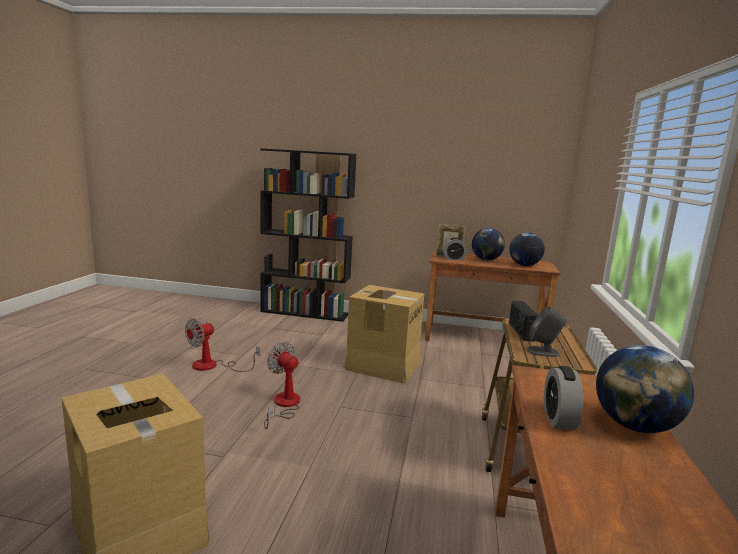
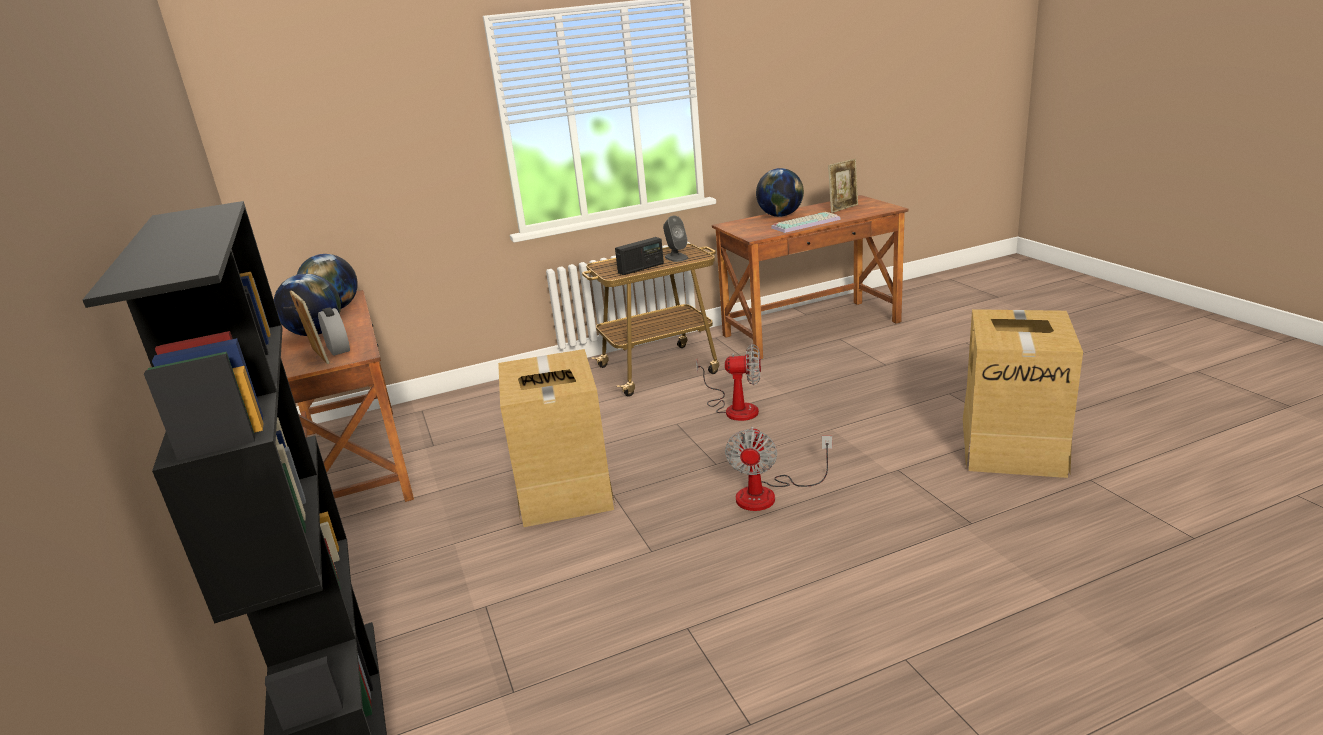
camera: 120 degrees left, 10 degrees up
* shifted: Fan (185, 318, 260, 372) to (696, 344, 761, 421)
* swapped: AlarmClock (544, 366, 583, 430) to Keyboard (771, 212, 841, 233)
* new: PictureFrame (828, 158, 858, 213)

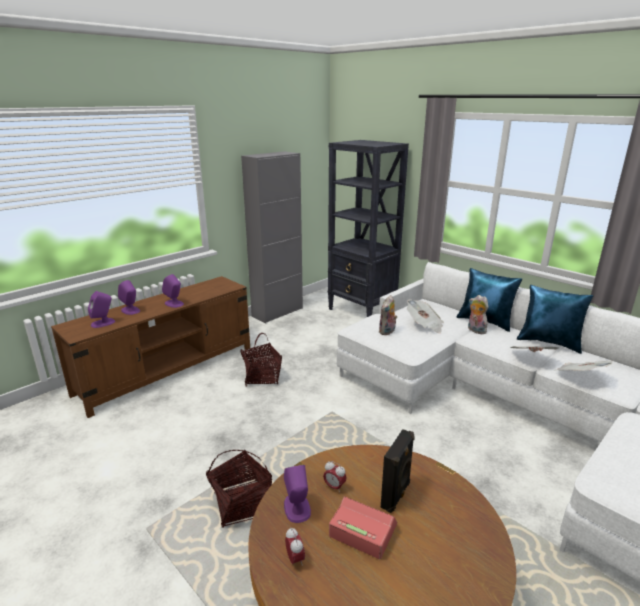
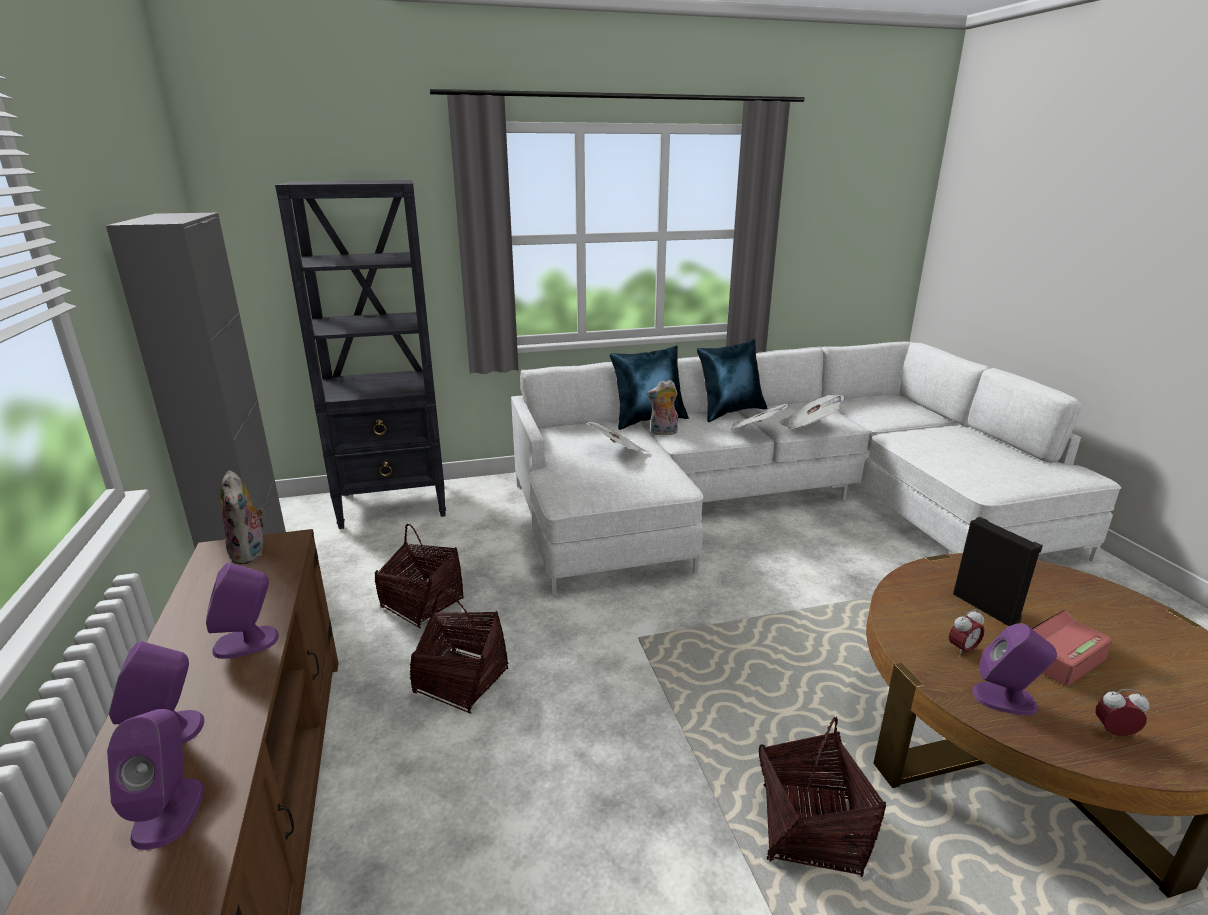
camera: 60 degrees left, 0 degrees up
* shifted: PlushToy (379, 295, 397, 335) to (220, 470, 267, 564)
* new: Basket (375, 524, 464, 628)

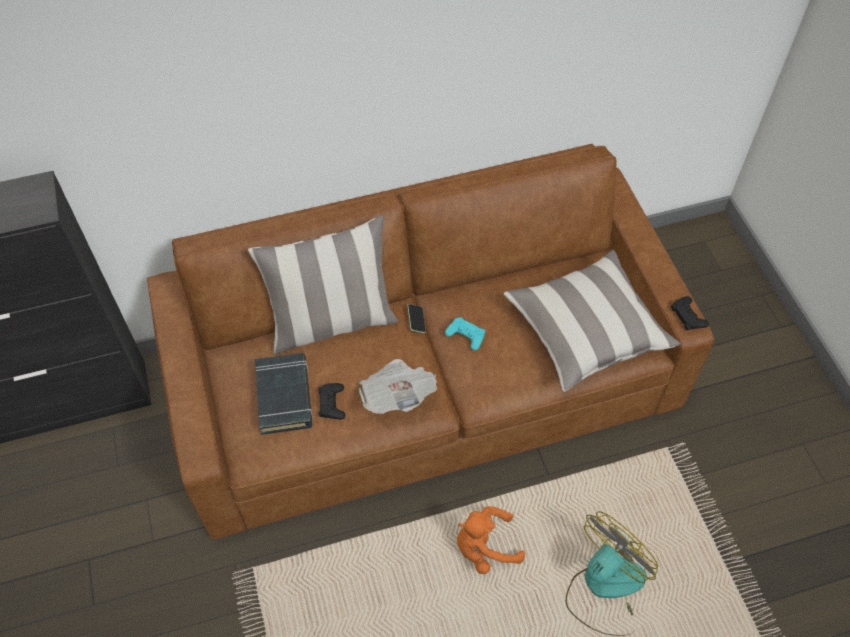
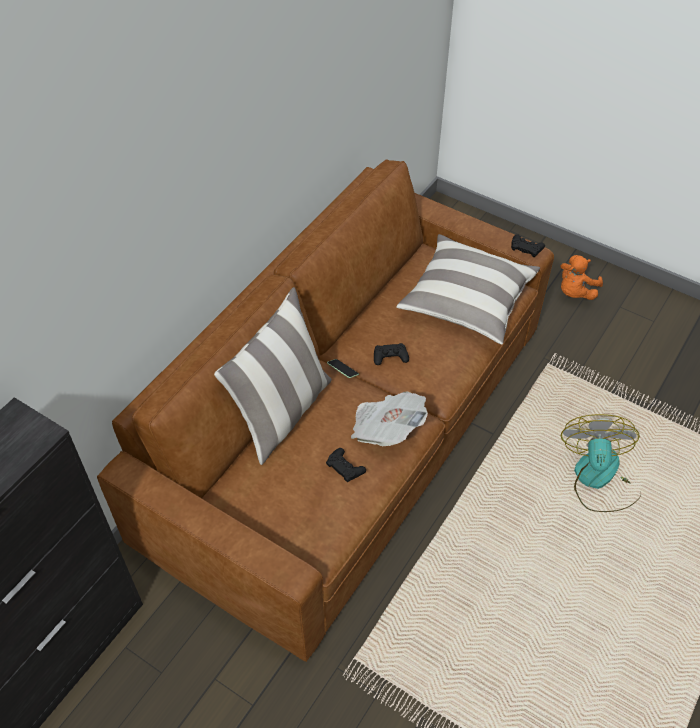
camera: 40 degrees left, 5 degrees down
* gone: BlackBook (255, 353, 313, 435)
* repainted: TurquoiseGameController (445, 317, 485, 350) to BlackGameController (374, 343, 409, 365)
* shifted: OrangePlushToy (457, 506, 525, 574) to (560, 255, 603, 300)

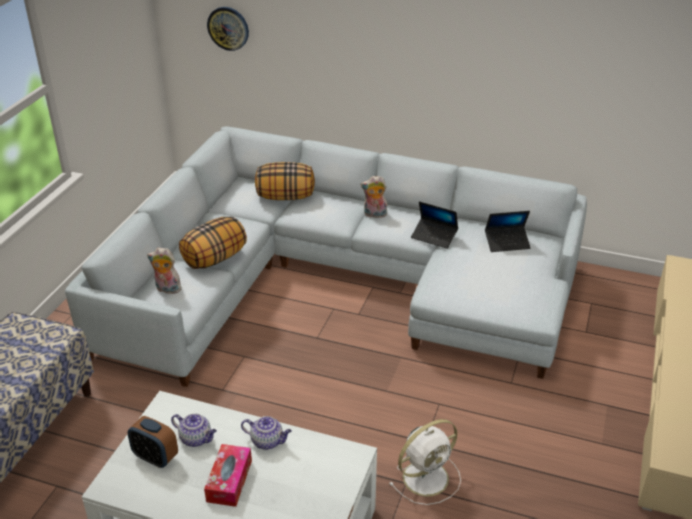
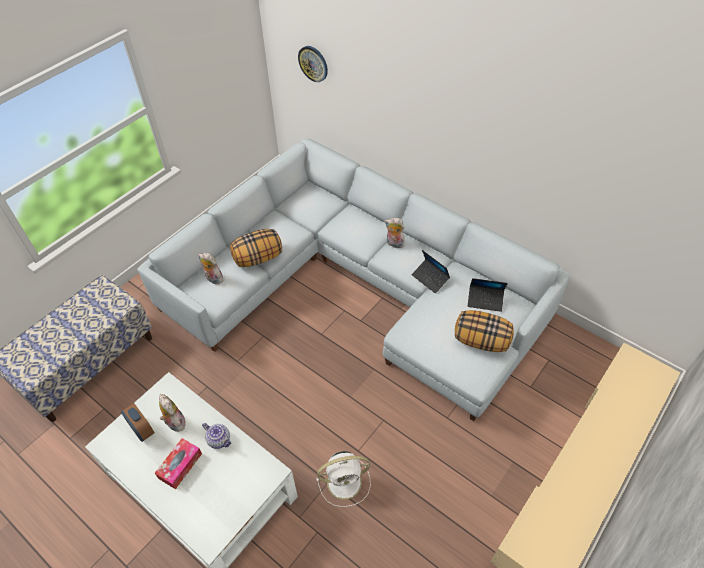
camera: 20 degrees right, 15 degrees up
* swapped: Teapot (171, 413, 217, 447) to PlushToy (159, 394, 186, 432)
* shifted: Pillow (255, 162, 315, 200) to (455, 310, 513, 352)

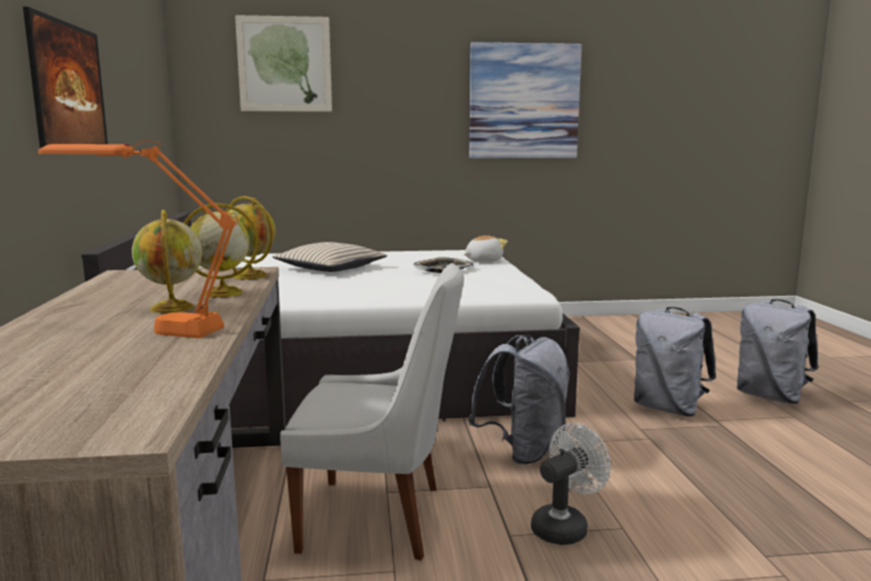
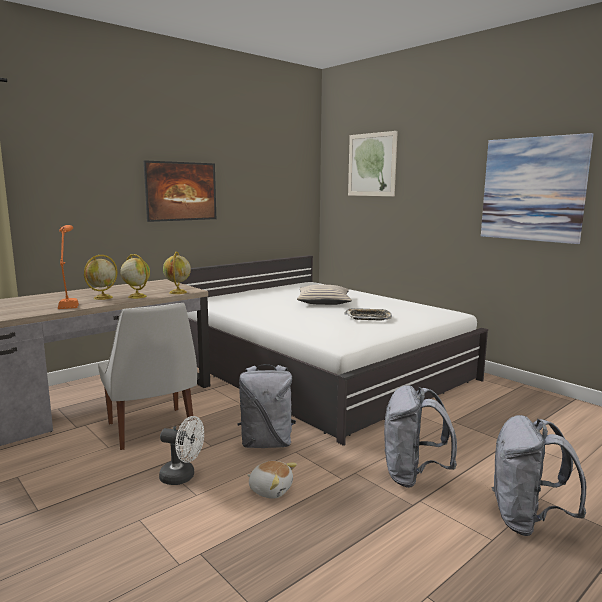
camera: 55 degrees right, 0 degrees up
* shifted: PlushToy (464, 235, 508, 262) to (248, 461, 297, 499)

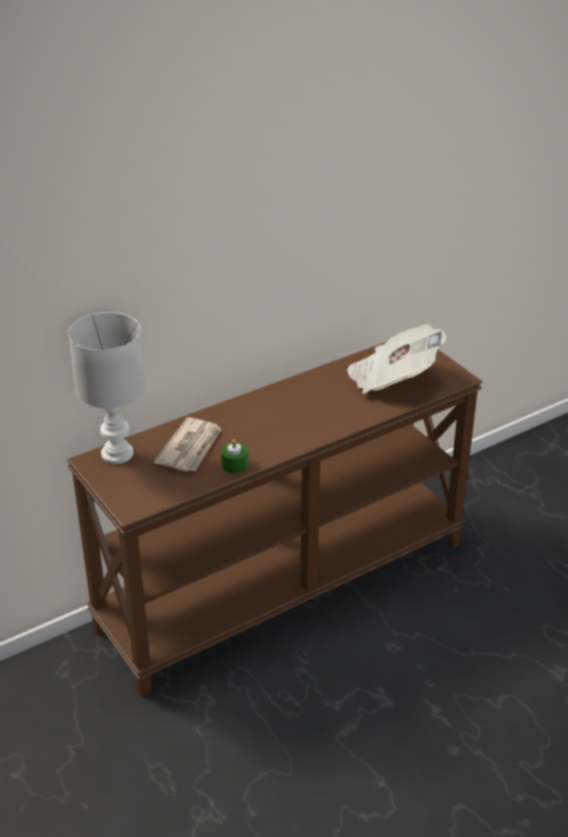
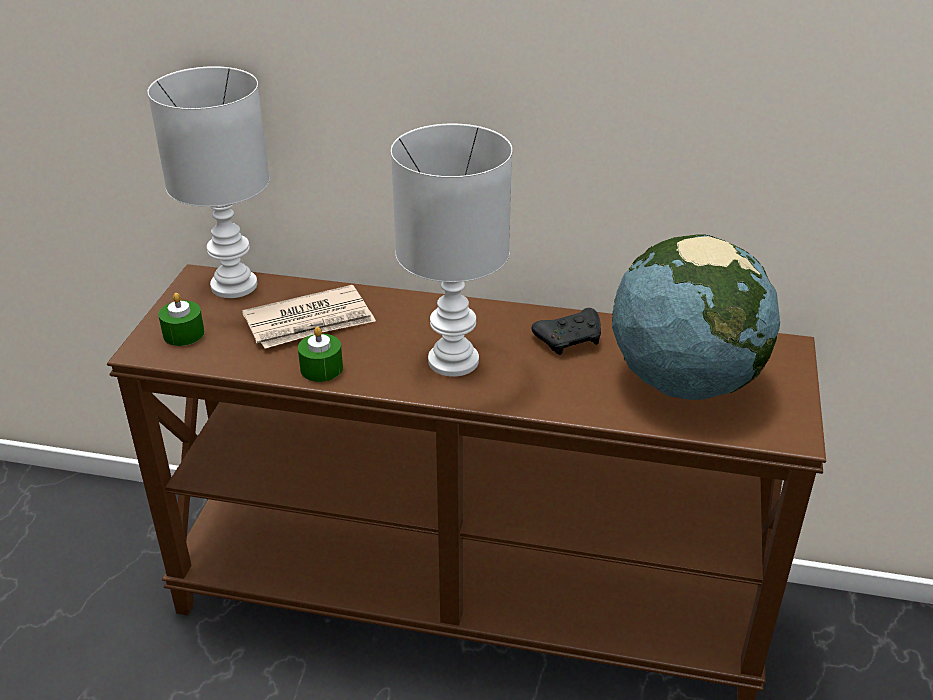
camera: 45 degrees right, 0 degrees up
* swapped: Newspaper (347, 324, 446, 394) to Globe (612, 234, 780, 400)
* new: GreenCandle (158, 293, 204, 346)
* new: WhiteTableLamp (391, 124, 512, 377)
* new: BlackGameController (532, 308, 601, 355)

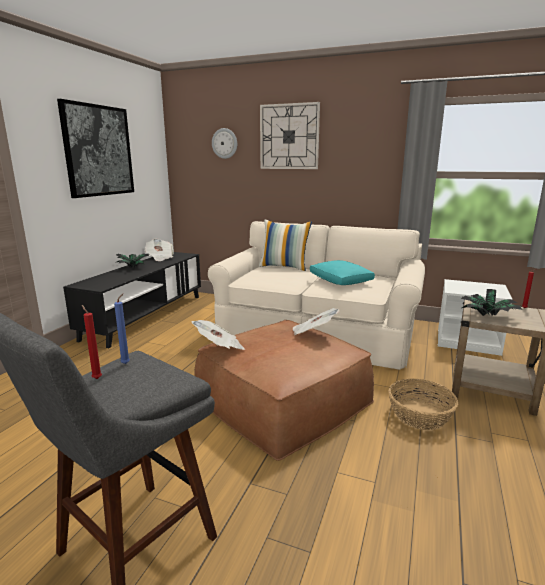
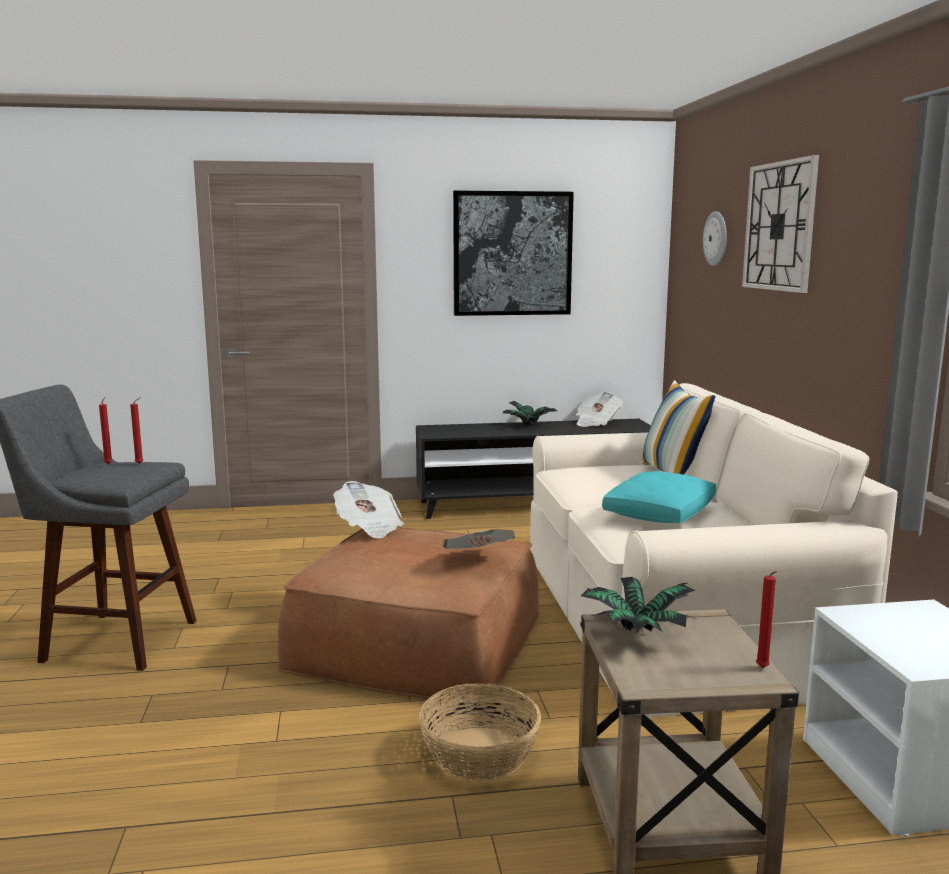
camera: 60 degrees right, 5 degrees down
* repainted: BlueCandle (114, 294, 130, 364) to RedCandle (130, 397, 143, 464)

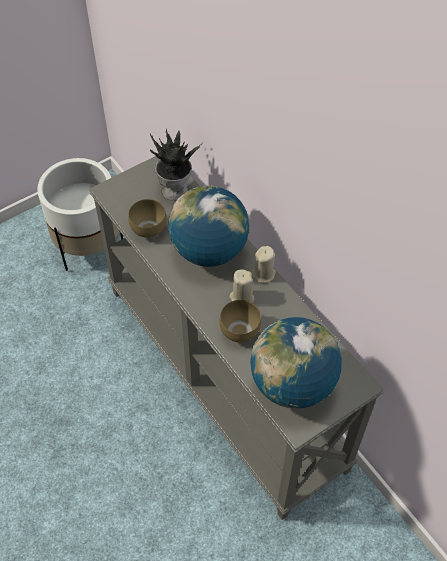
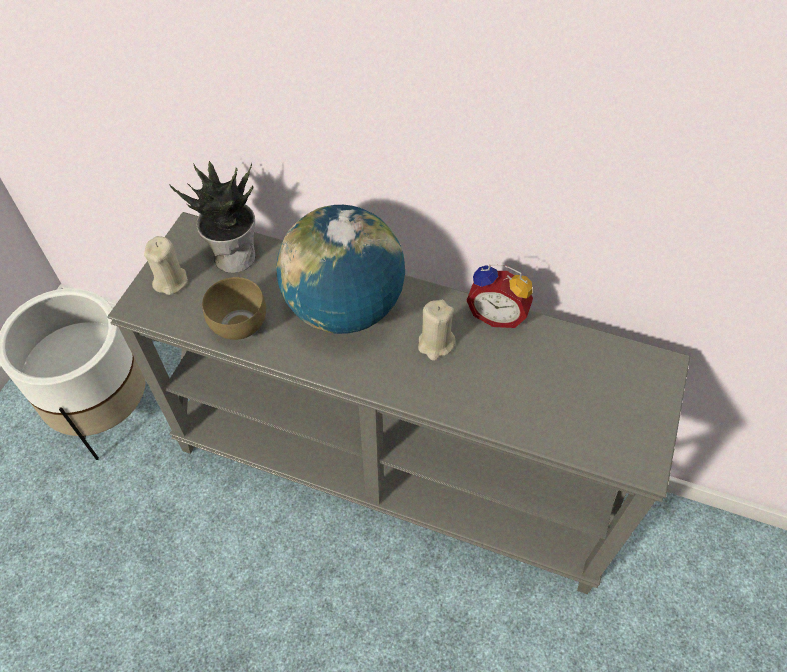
camera: 35 degrees left, 0 degrees up
* gone: BrownBowl (219, 300, 261, 343)
* gone: Globe (250, 317, 342, 409)
* shifted: BeigeCandle (251, 246, 276, 283) to (144, 236, 188, 295)
* new: AlarmClock (466, 264, 533, 328)

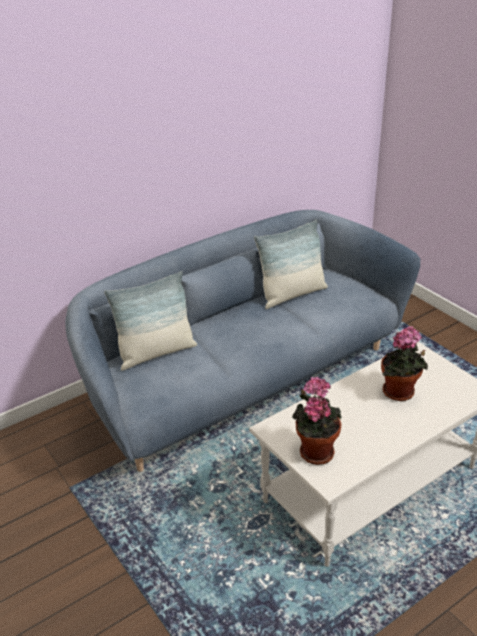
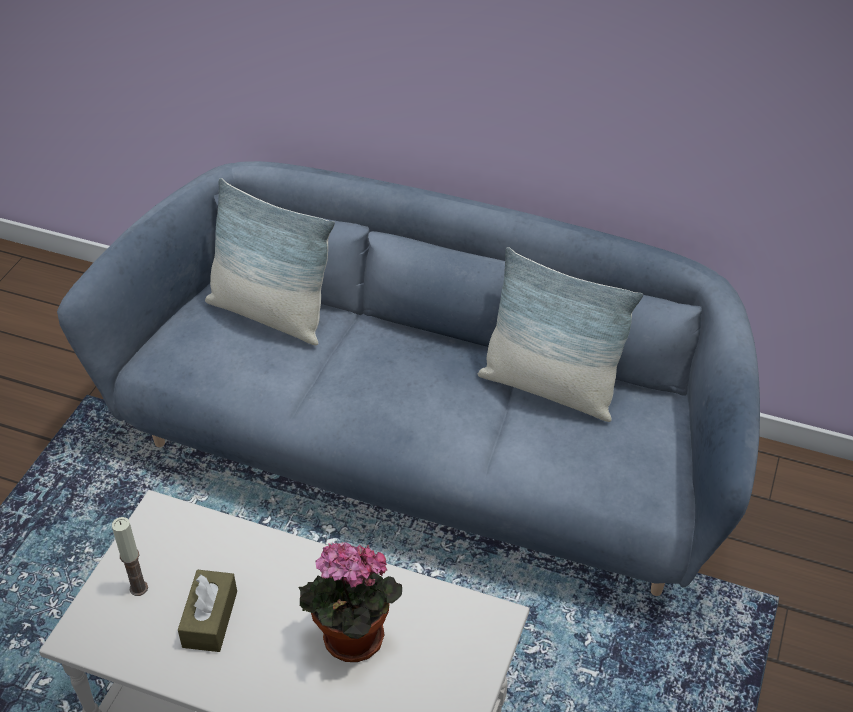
camera: 55 degrees right, 10 degrees up
* swapped: PottedPlant (292, 377, 342, 465) to Candle (112, 517, 148, 596)
* new: BrownTissueBox (178, 570, 237, 652)

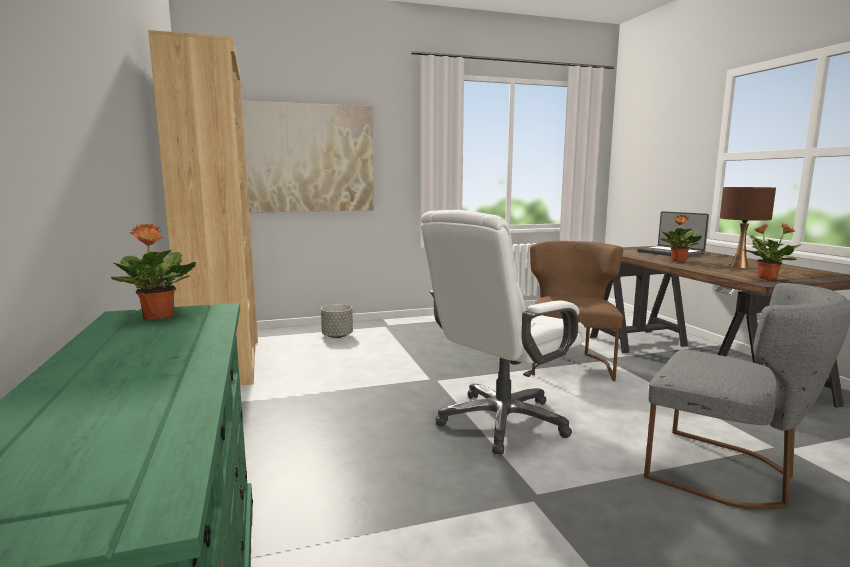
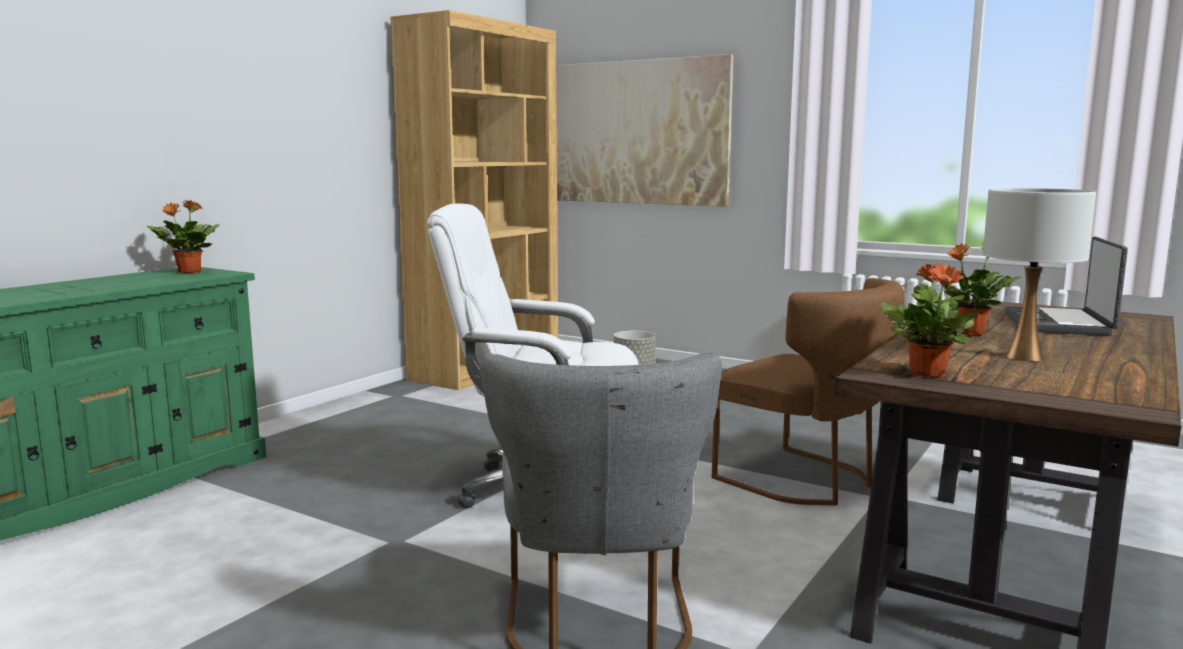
camera: 50 degrees right, 0 degrees up
* rotated: BrownChair (530, 241, 623, 381) = (712, 278, 905, 505) 75 degrees clockwise
* repainted: BrownTableLamp (720, 187, 776, 268) to WhiteTableLamp (983, 188, 1096, 361)

